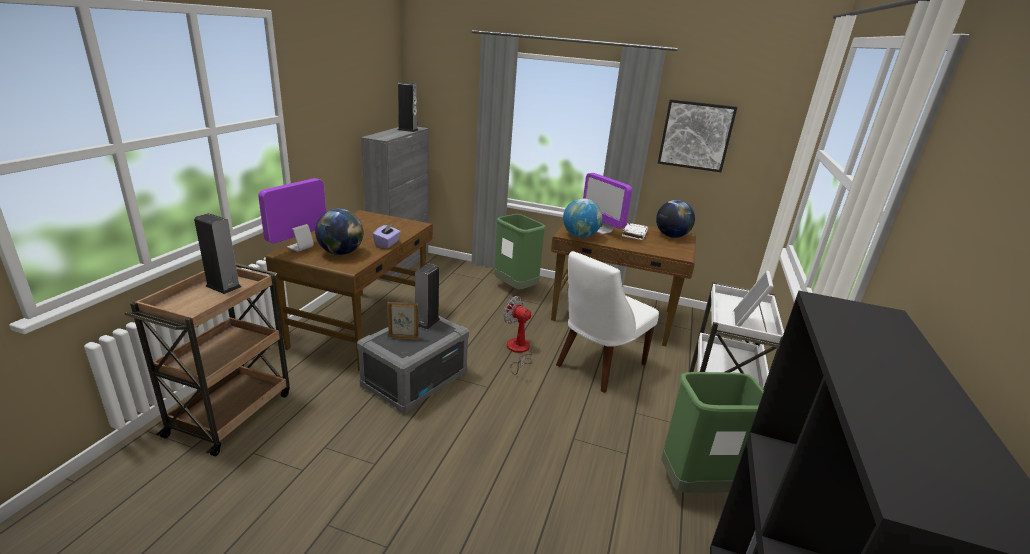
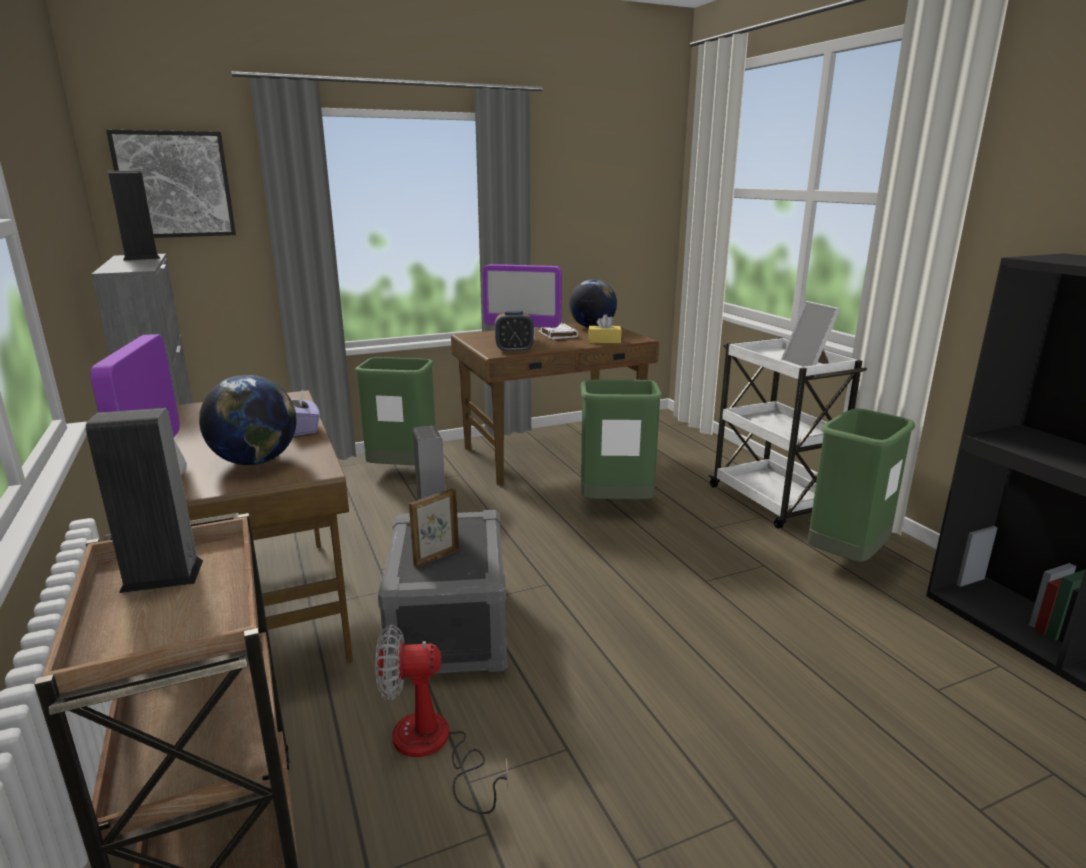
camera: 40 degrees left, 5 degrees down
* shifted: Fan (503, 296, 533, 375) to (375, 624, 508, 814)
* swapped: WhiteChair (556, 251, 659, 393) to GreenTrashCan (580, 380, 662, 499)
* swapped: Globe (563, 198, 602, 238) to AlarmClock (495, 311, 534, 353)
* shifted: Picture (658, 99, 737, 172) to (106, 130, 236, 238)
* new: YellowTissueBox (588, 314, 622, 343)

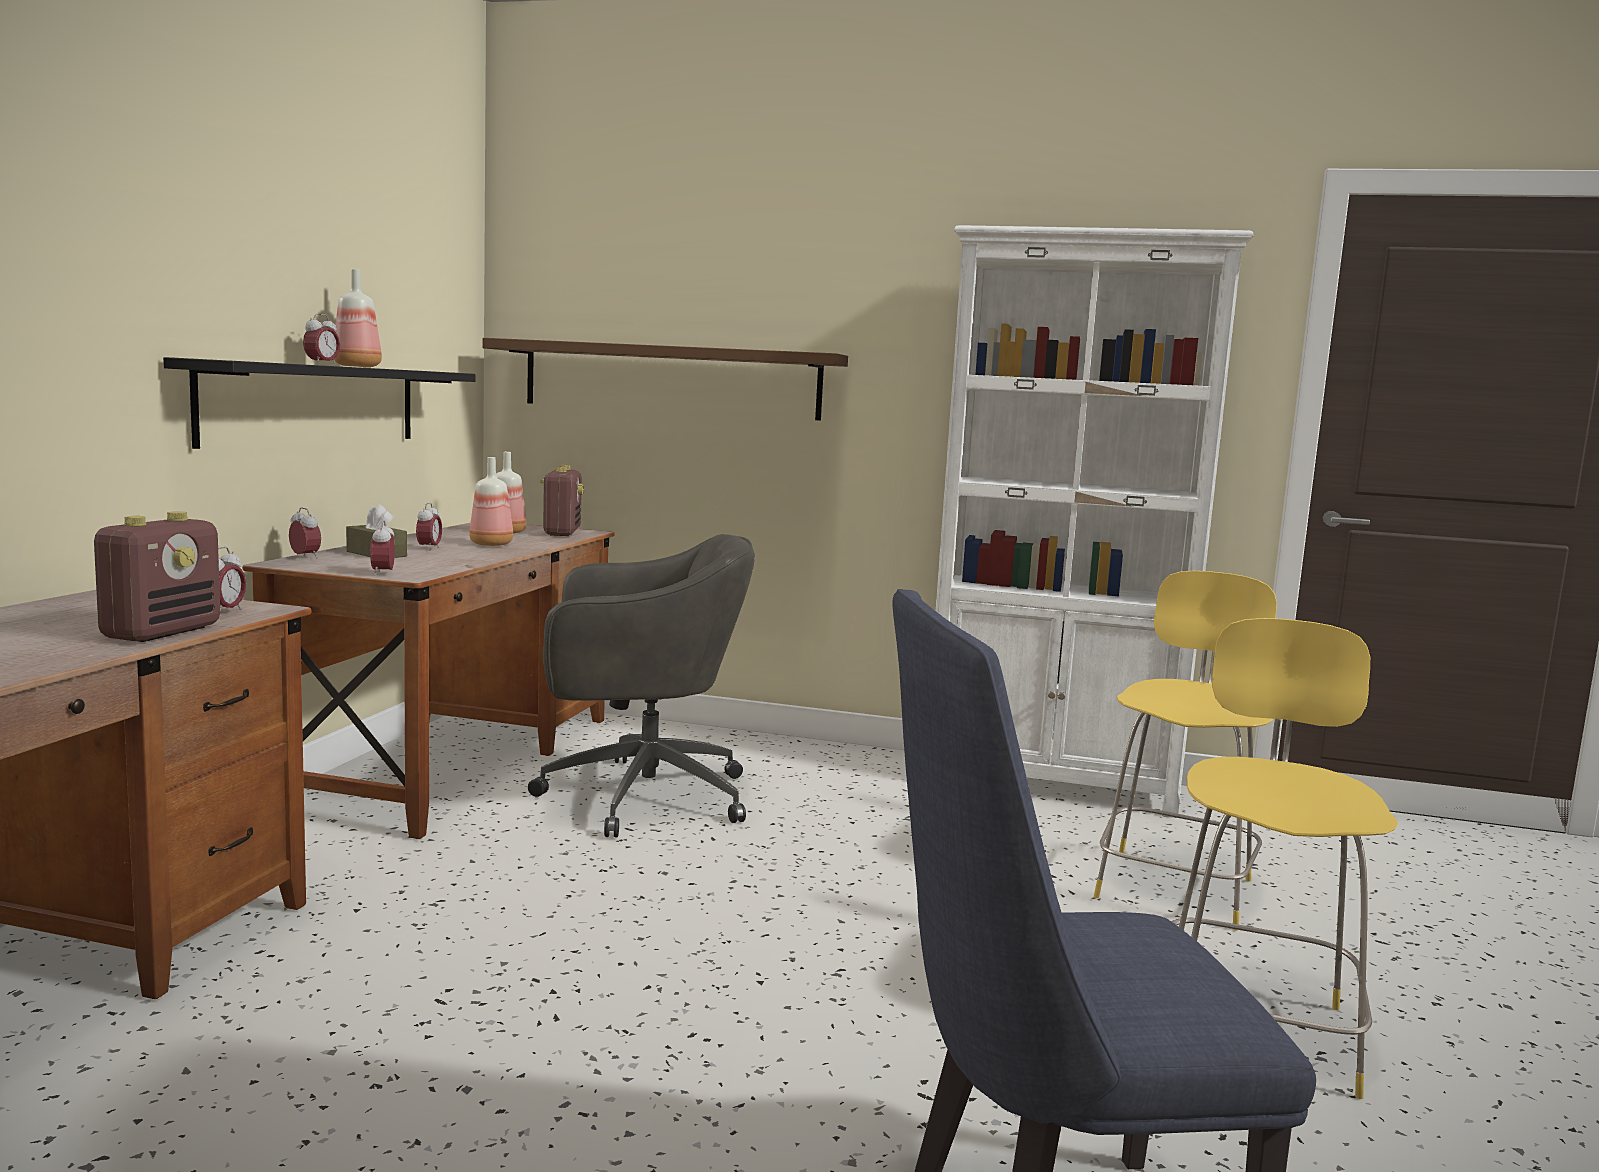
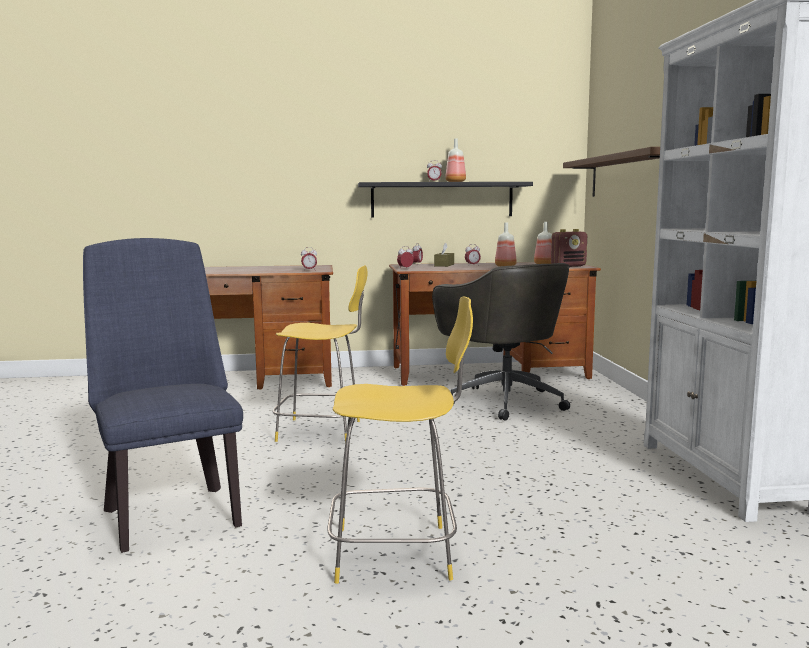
camera: 70 degrees right, 0 degrees up
* gone: Radio (94, 511, 220, 642)
* shifted: YellowChair (1094, 571, 1277, 931) to (273, 265, 367, 443)

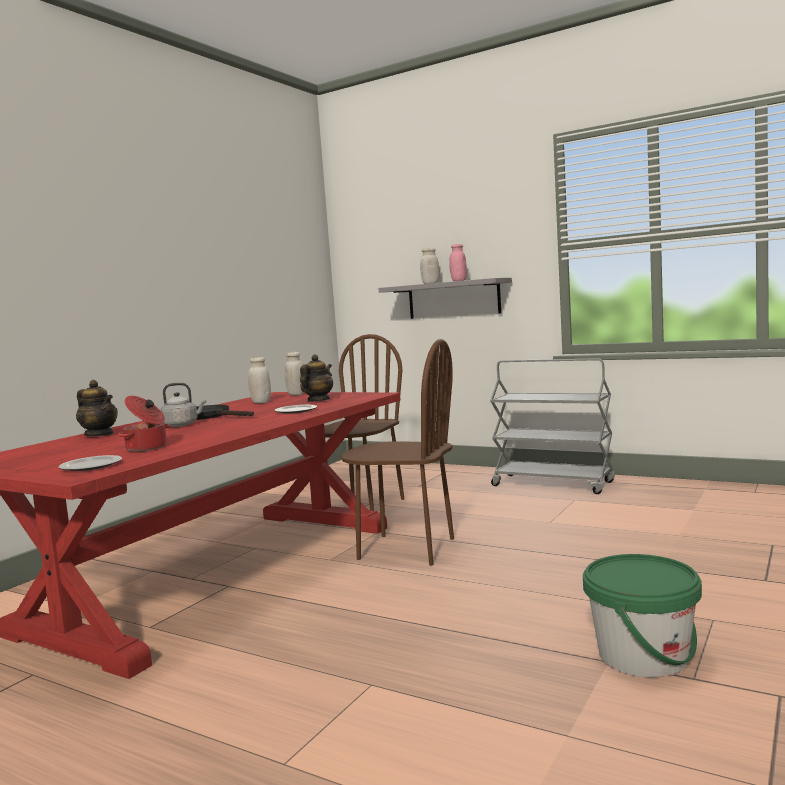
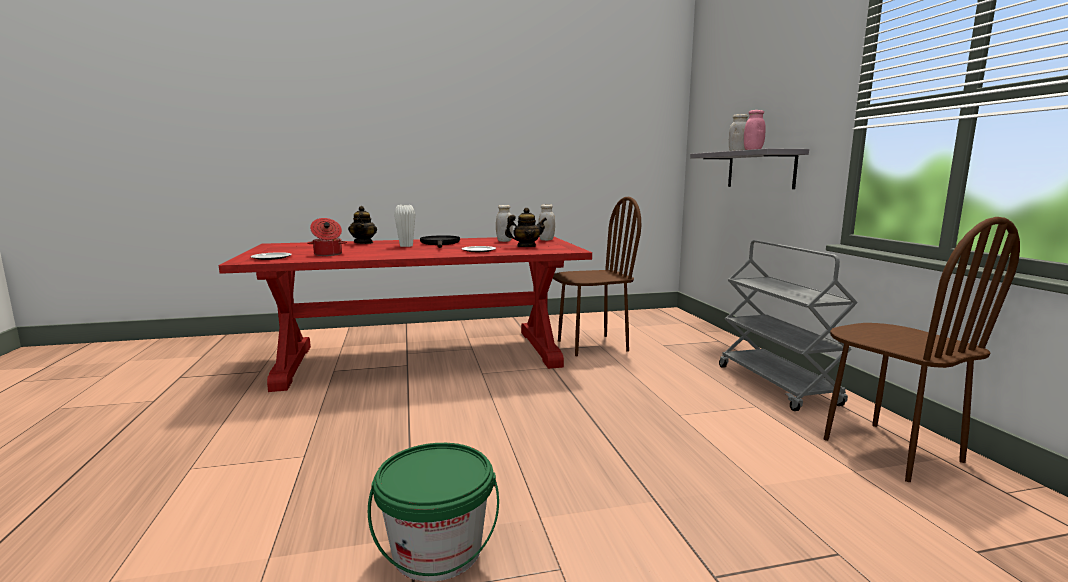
camera: 45 degrees right, 5 degrees up
* swapped: GreyKettle (161, 383, 206, 427) to WhiteVase (394, 205, 415, 247)
* shifted: BrownChair (341, 339, 454, 566) to (824, 217, 1020, 482)

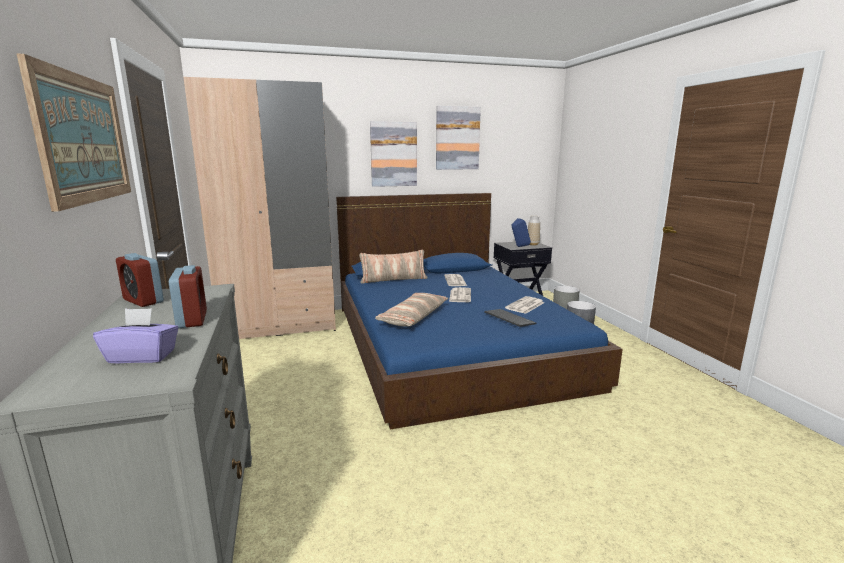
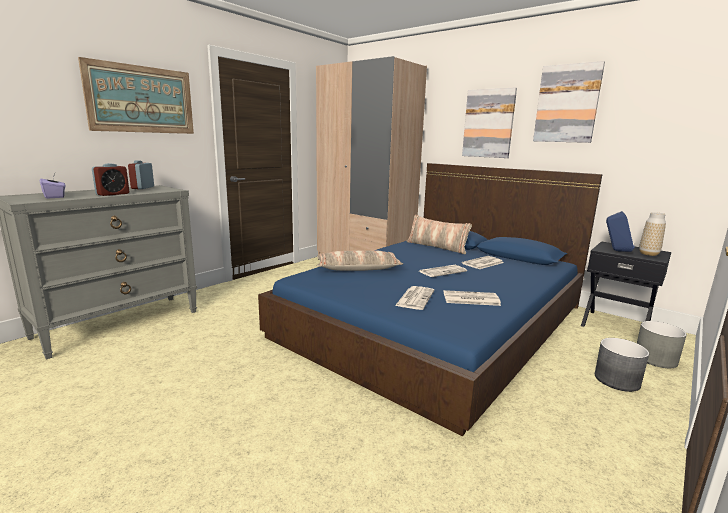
camera: 55 degrees right, 0 degrees up
* swapped: Keyboard (484, 309, 536, 327) to Newspaper (395, 286, 434, 310)

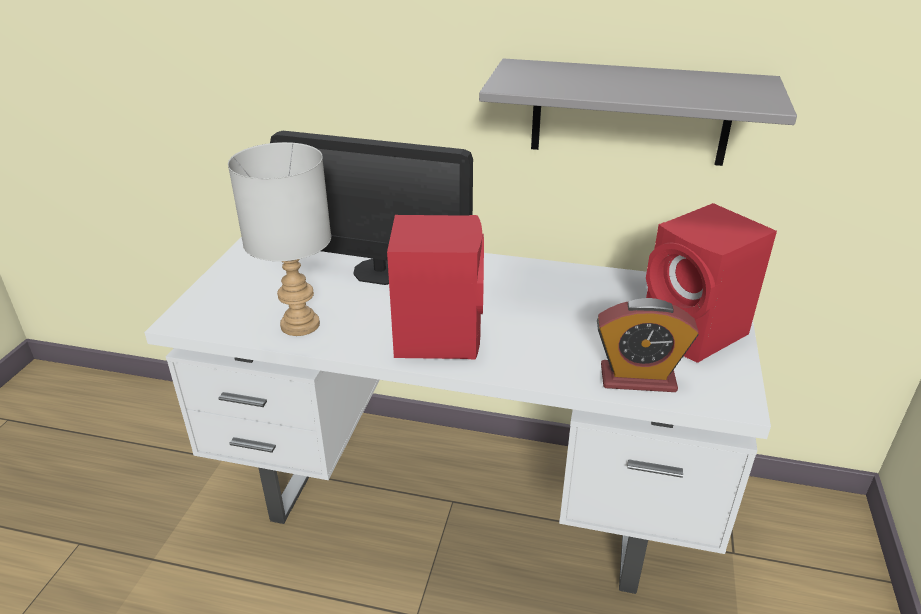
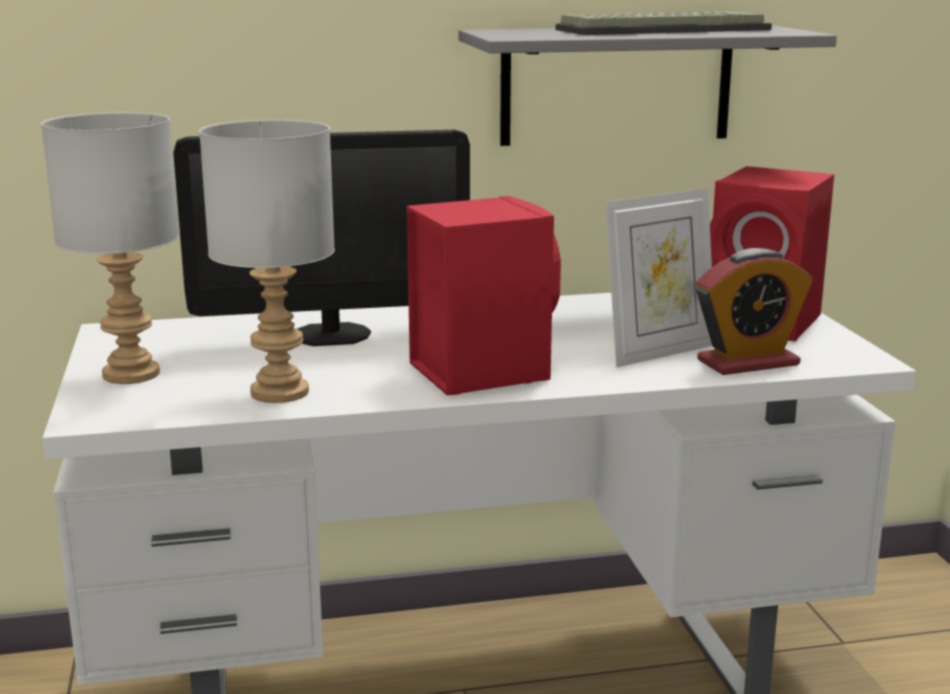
camera: 25 degrees left, 15 degrees down
* new: GreyTableLamp (41, 112, 179, 384)
* new: Keyboard (556, 11, 772, 35)
* new: PictureFrame (605, 188, 712, 367)

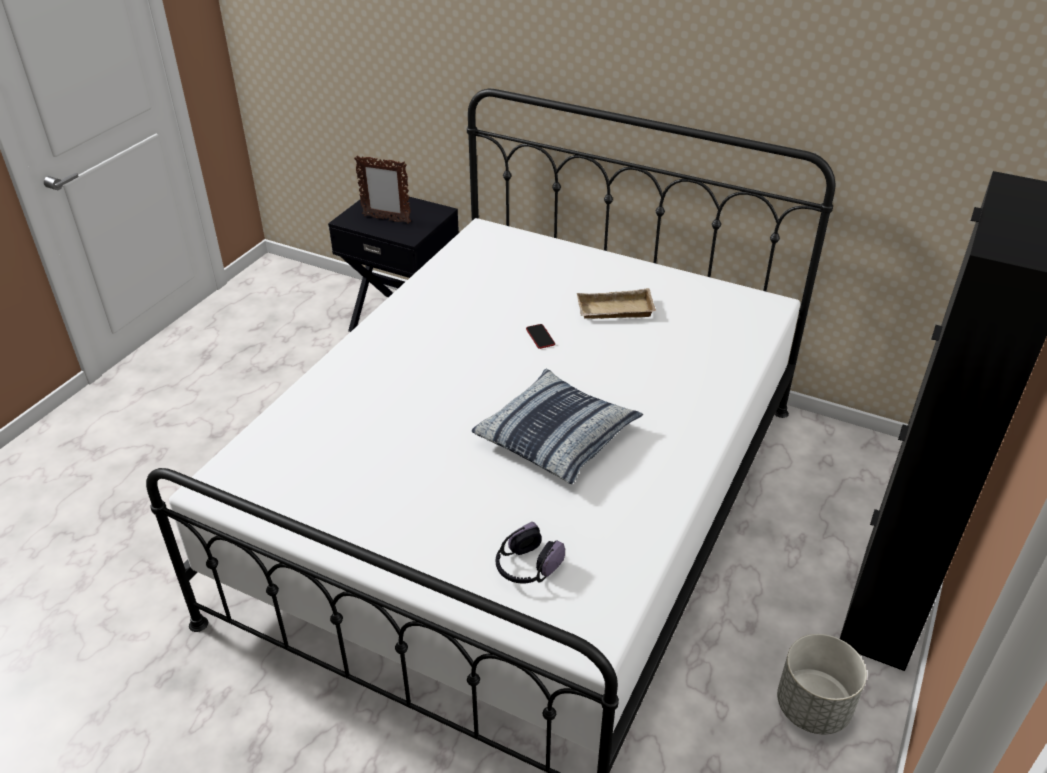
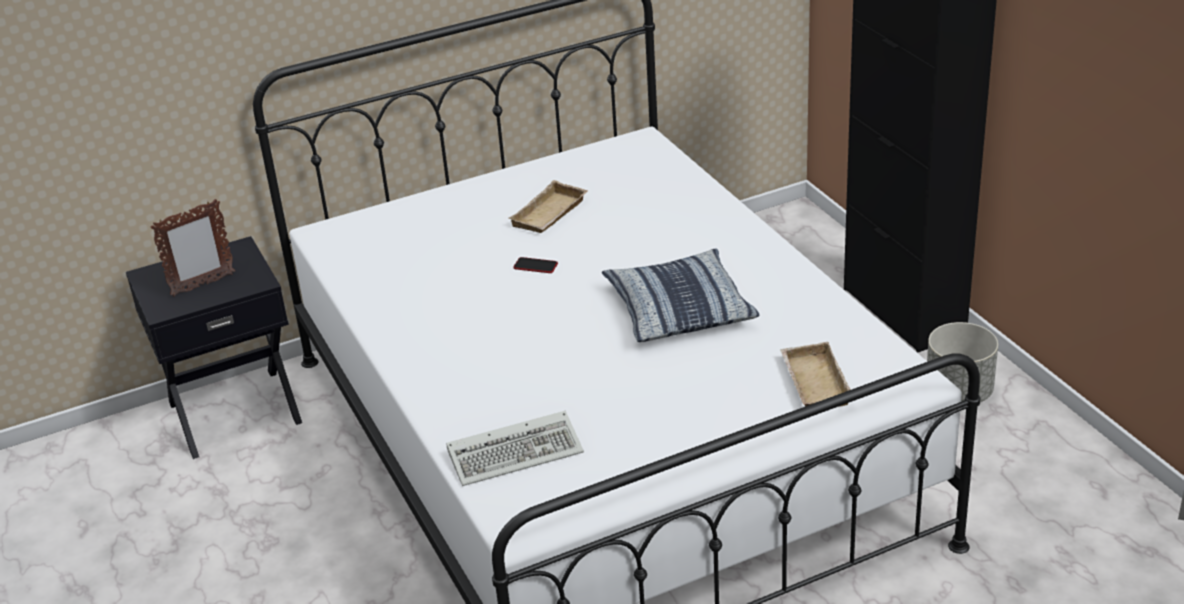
camera: 50 degrees left, 5 degrees down
* swapped: Headphones (496, 522, 565, 584) to BeigeTray (780, 342, 851, 407)
* new: Keyboard (446, 411, 584, 486)

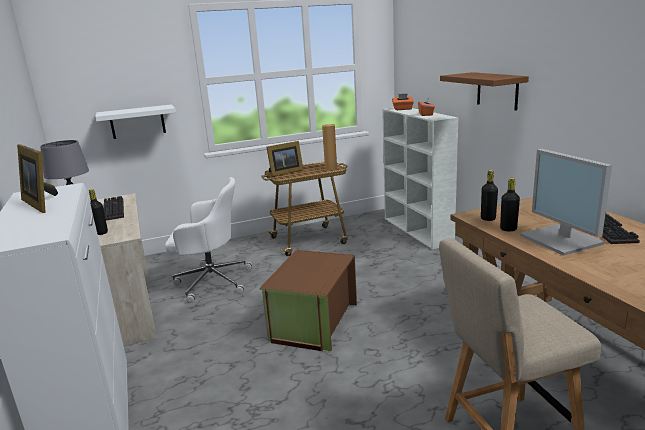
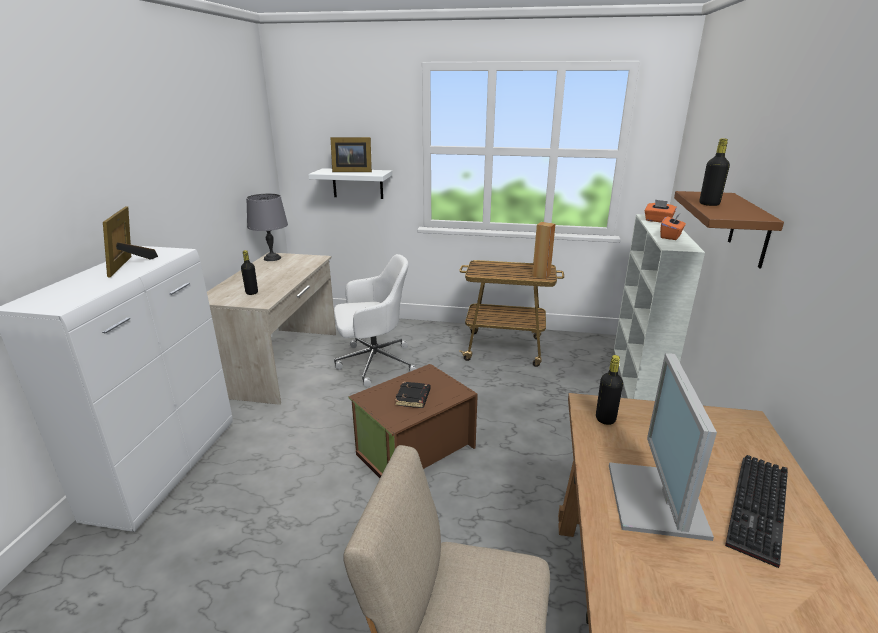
camera: 30 degrees right, 5 degrees up
* gone: Keyboard (103, 196, 124, 221)
* rotated: WhiteOfficeChair (165, 177, 252, 303) = (334, 254, 416, 387) 45 degrees counterclockwise
* shifted: PictureFrame (267, 141, 303, 177) to (330, 137, 372, 172)
* shifted: BlackBottle (500, 178, 520, 232) to (700, 138, 730, 206)
* new: BlackBook (395, 381, 431, 408)

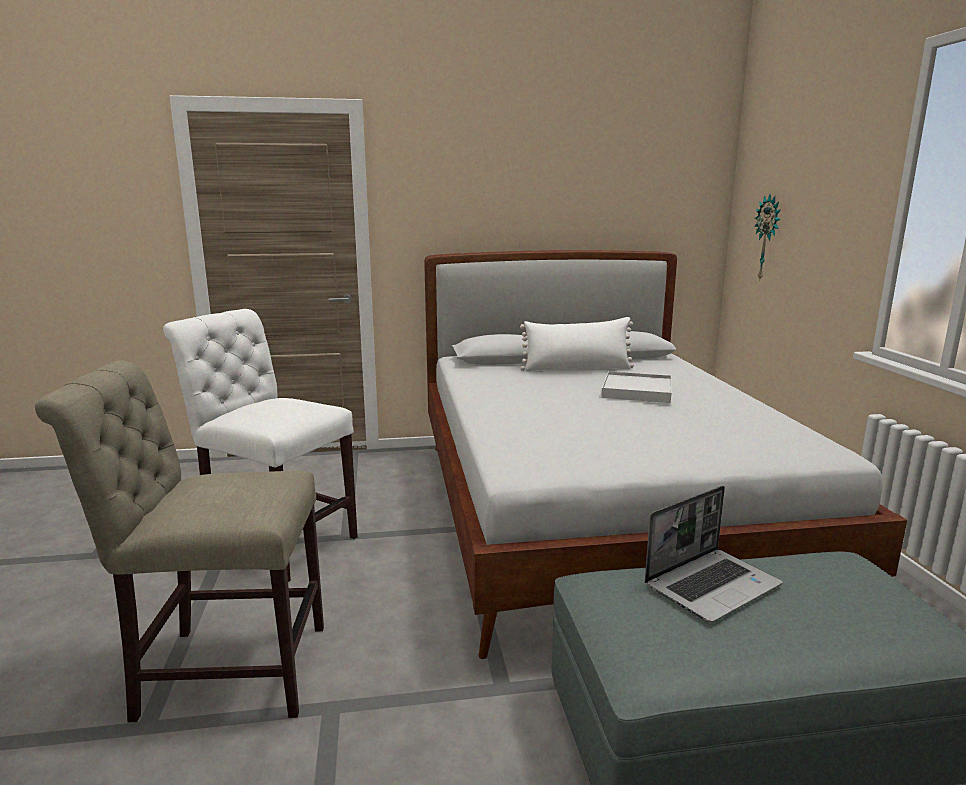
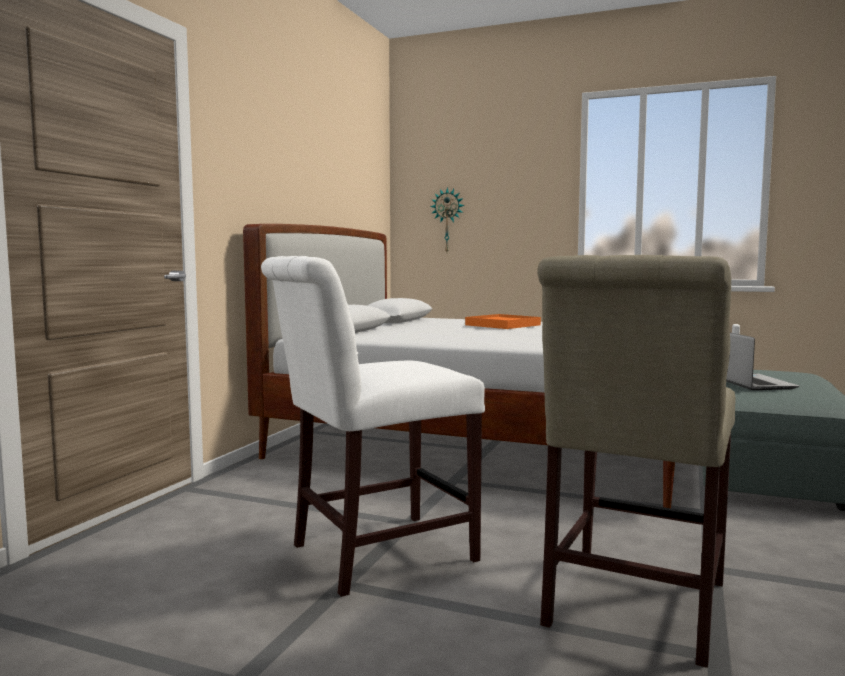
camera: 60 degrees left, 10 degrees down
* gone: WhitePillow (520, 317, 634, 371)
* repainted: WhiteTray (601, 371, 672, 403) to OrangeTray (465, 314, 541, 329)

